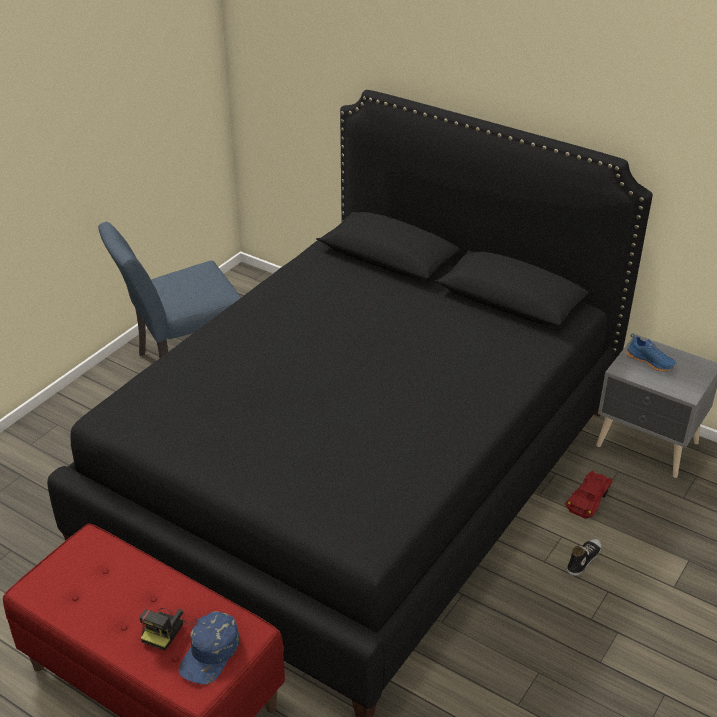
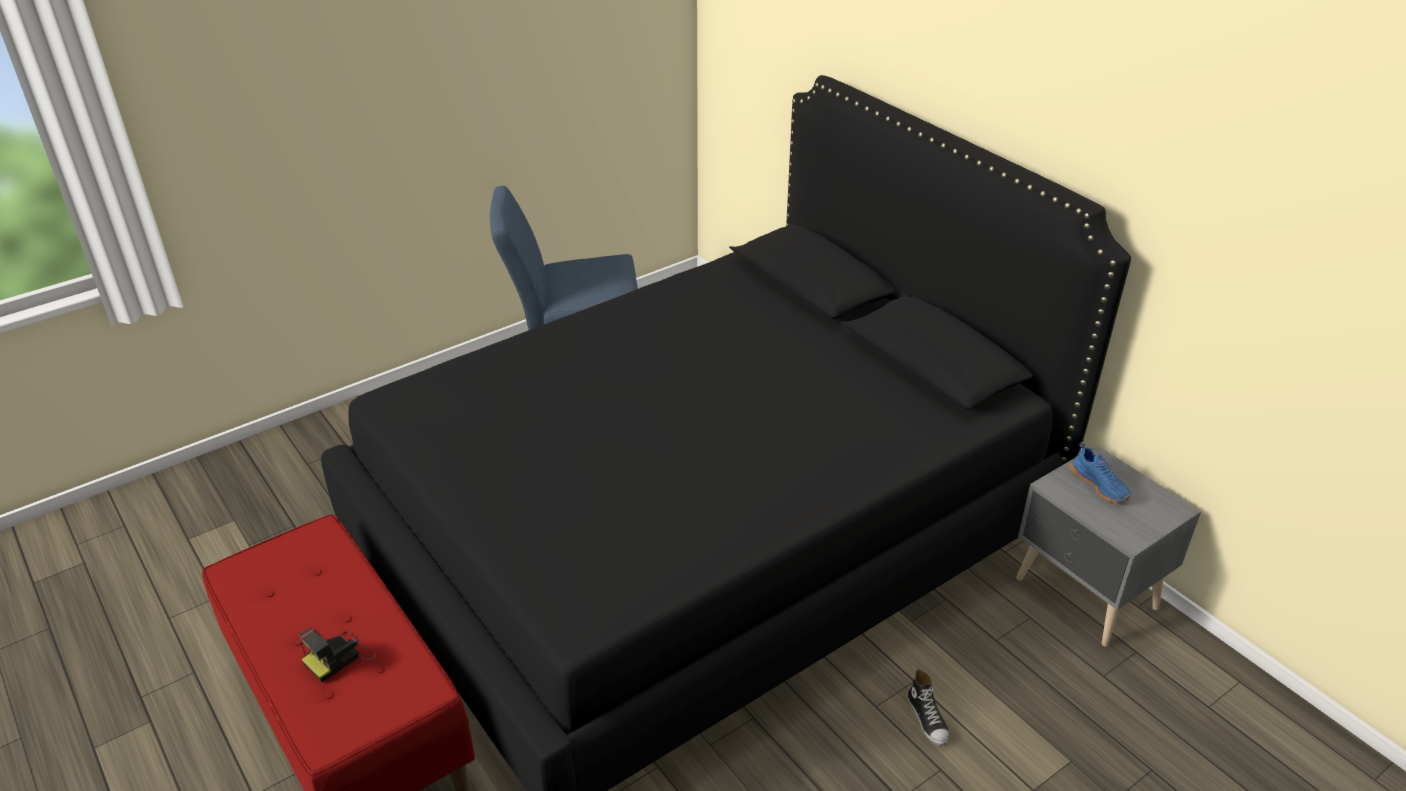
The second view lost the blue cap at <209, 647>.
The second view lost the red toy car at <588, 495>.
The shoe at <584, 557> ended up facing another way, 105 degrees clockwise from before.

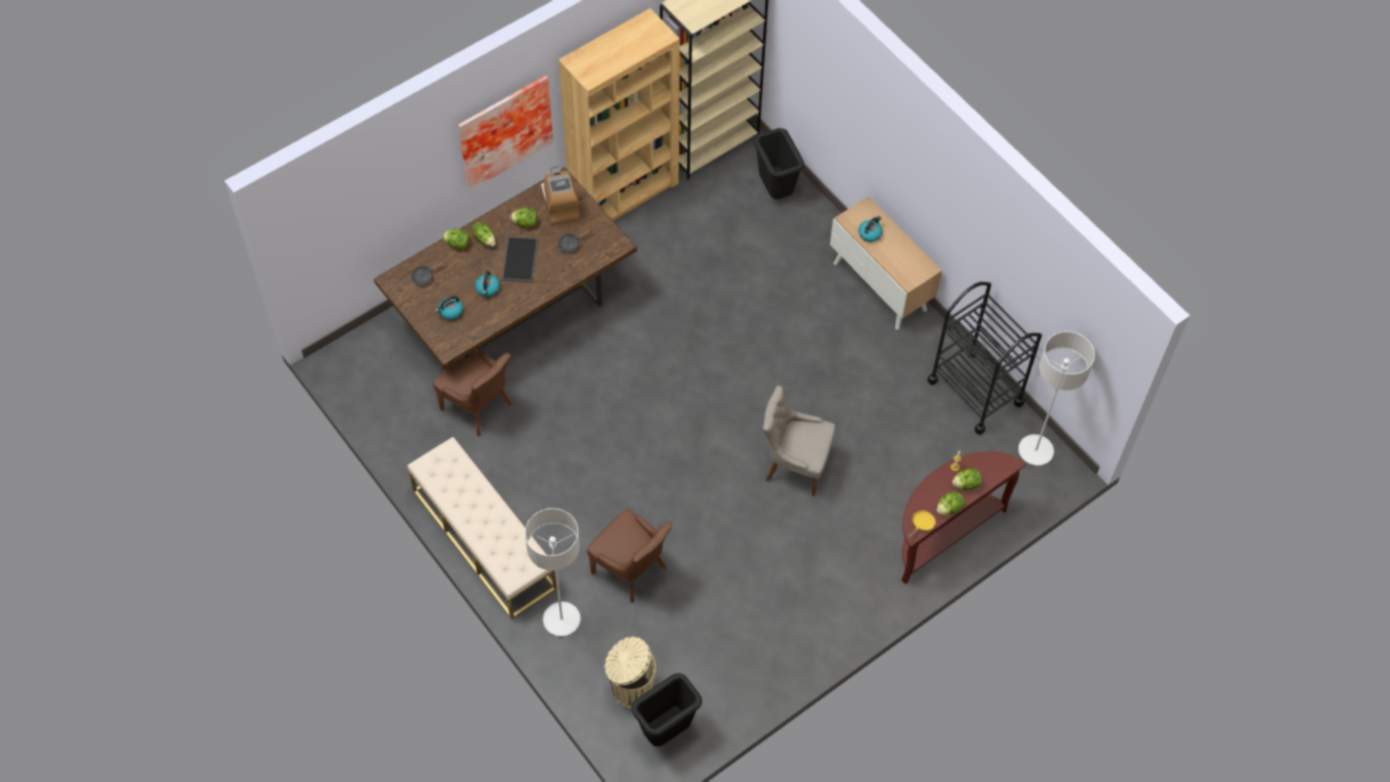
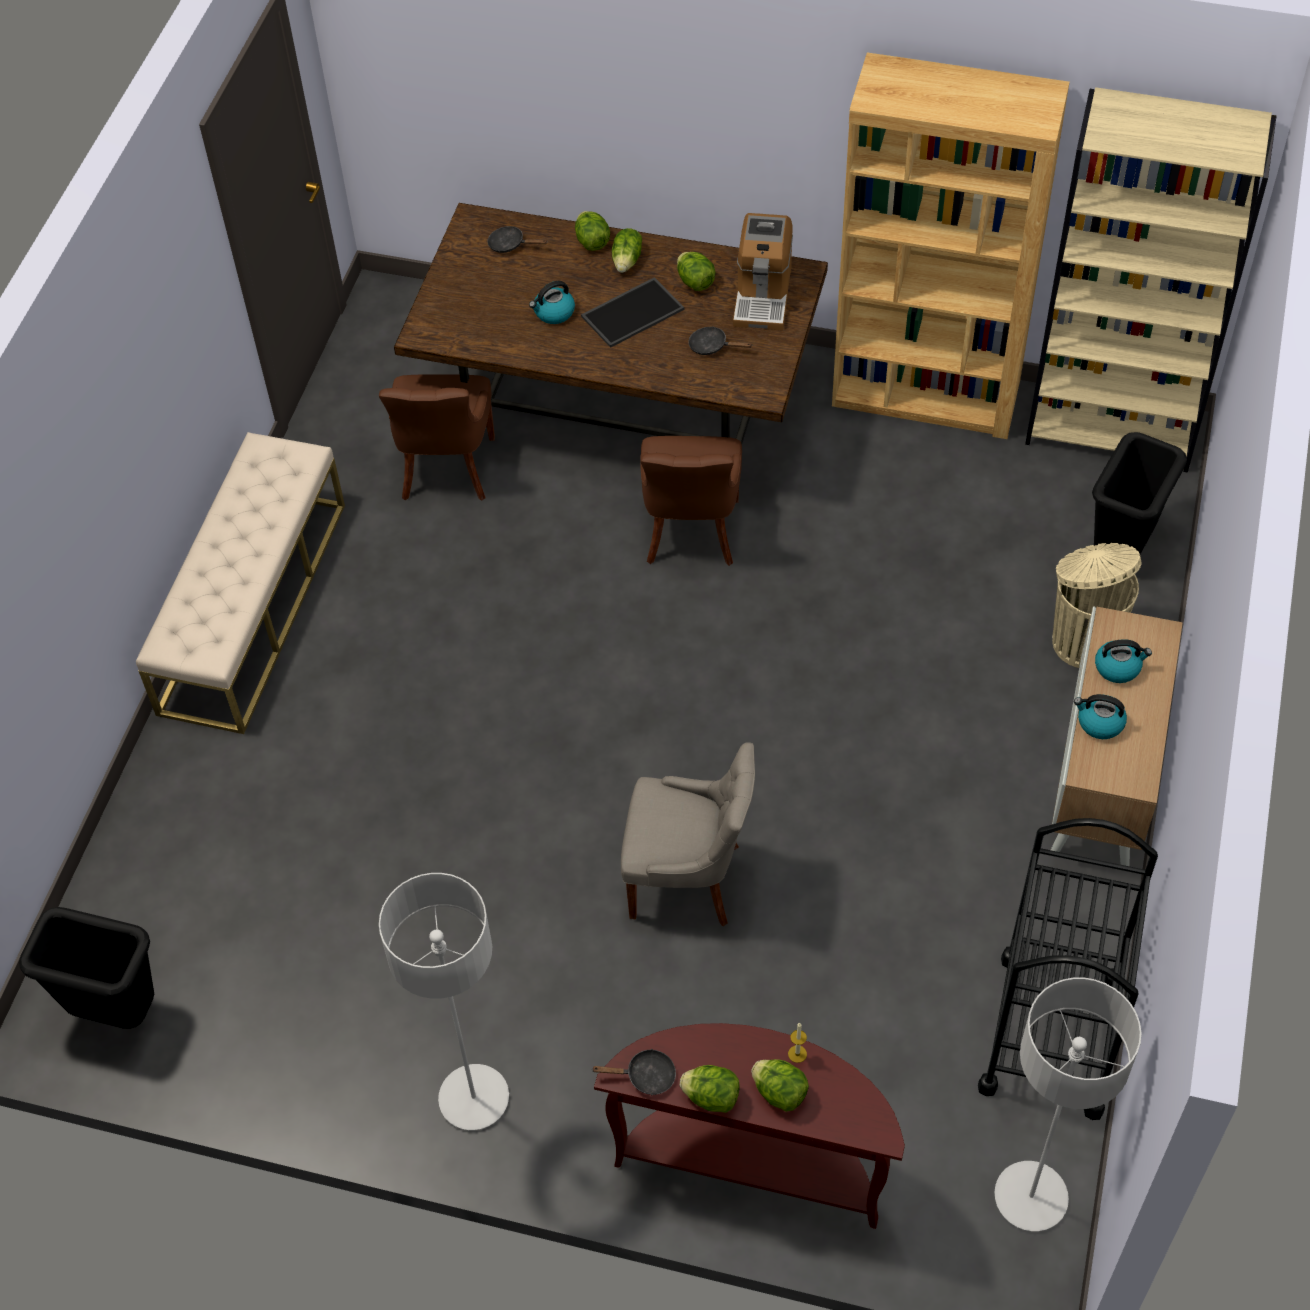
The second view lost the picture at <505, 133>.
The kettle ended up elsewhere, having gone from <449, 308> to <1100, 716>.
The grey floor lamp ended up elsewhere, having gone from <552, 572> to <444, 1001>.
The brown chair ended up elsewhere, having gone from <630, 556> to <691, 501>.
The beige trash can ended up elsewhere, having gone from <630, 672> to <1097, 605>.
What was the yellow frying pan at <921, 525> turned into the black frying pan at <633, 1072>.
The coffee machine at <560, 196> ended up facing another way, 150 degrees clockwise from before.
The grey chair at <799, 440> ended up facing another way, 120 degrees clockwise from before.

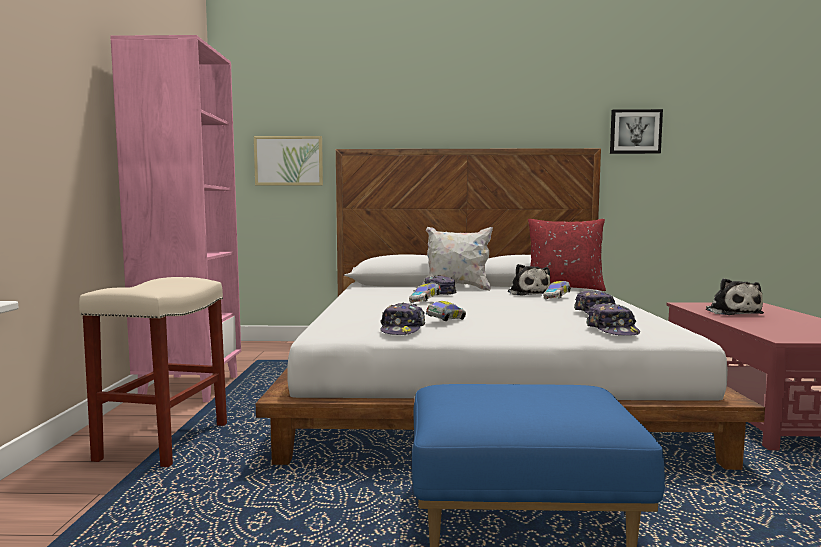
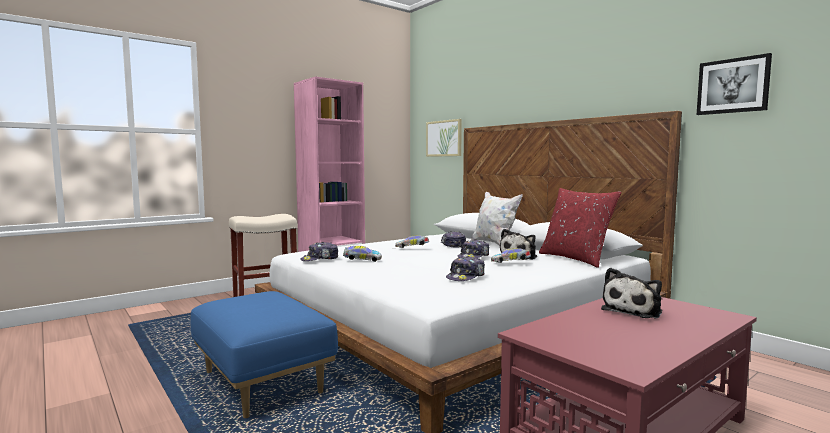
The cap ended up elsewhere, having gone from <613, 319> to <473, 249>.

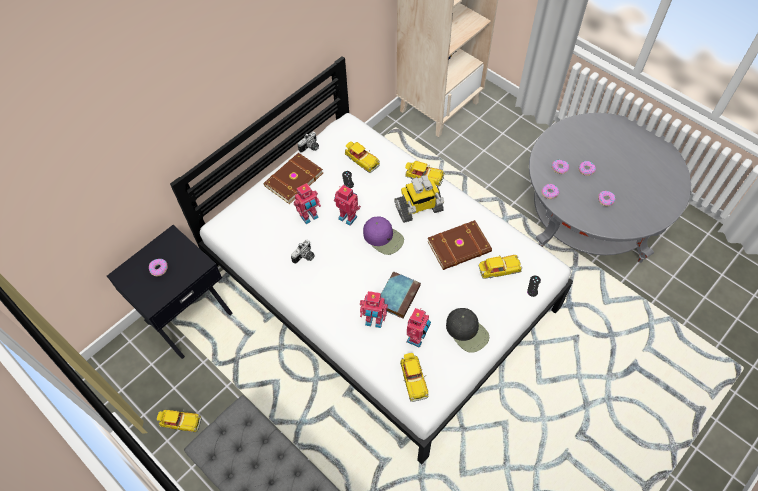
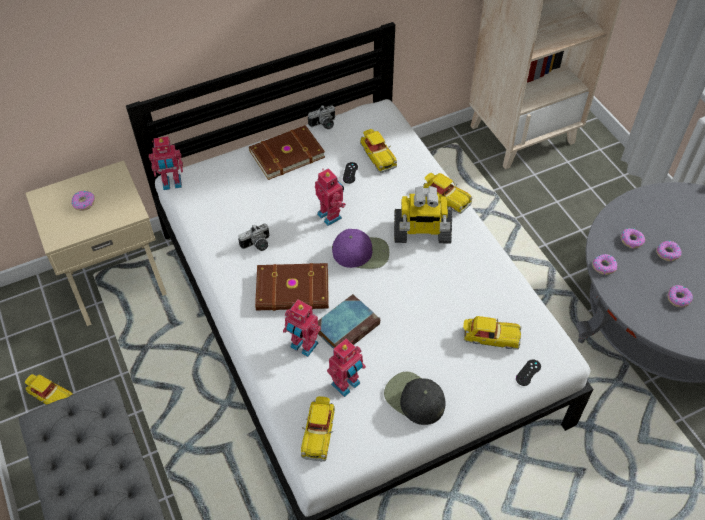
The toy robot ended up elsewhere, having gone from <307, 203> to <166, 163>.
The brown book ended up elsewhere, having gone from <459, 245> to <292, 287>.
What was the black nightstand at <170, 292> turned into the beige nightstand at <96, 243>.
The purple cap at <383, 236> ended up facing another way, 60 degrees counterclockwise from before.
The black cap at <467, 330> ended up facing another way, 150 degrees clockwise from before.

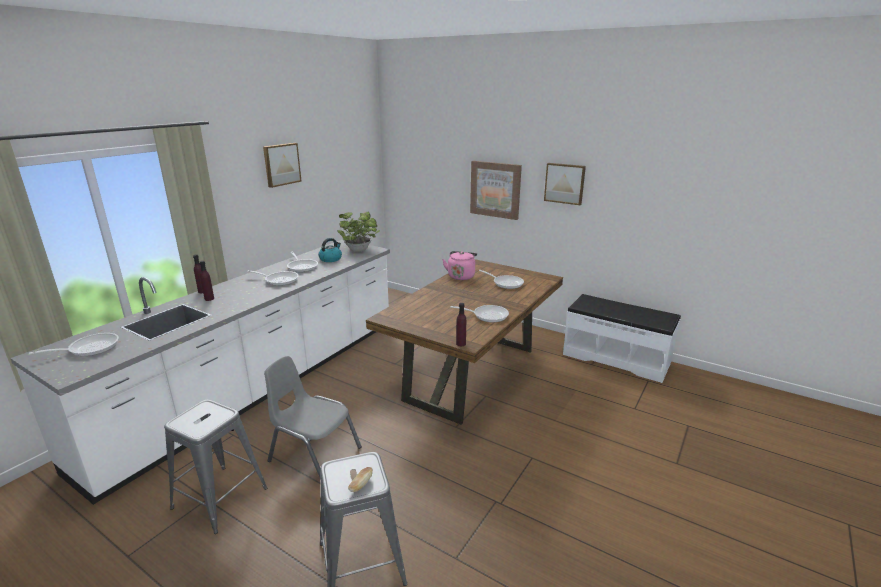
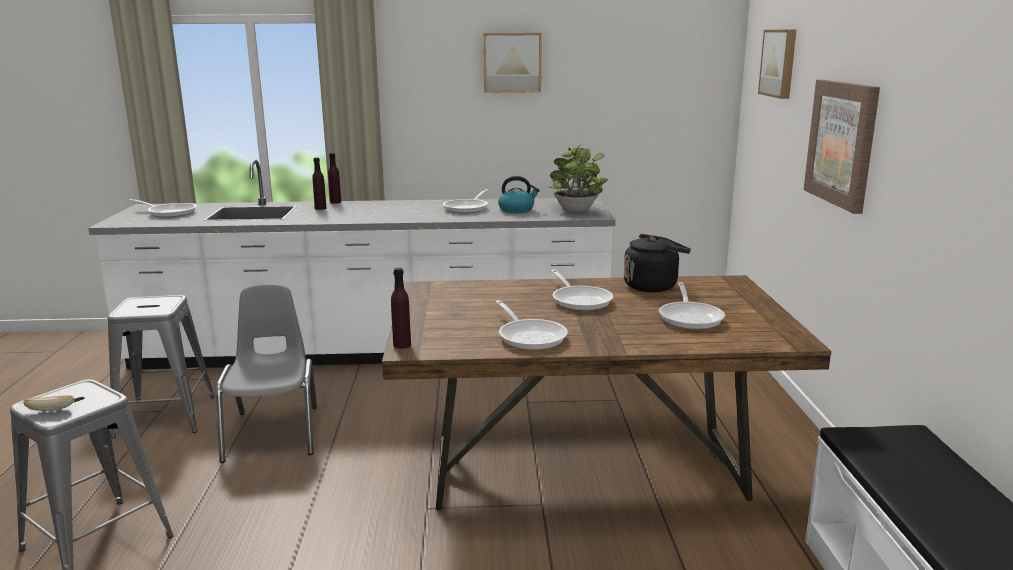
The frying pan ended up elsewhere, having gone from <273, 278> to <582, 290>.
The picture ended up elsewhere, having gone from <565, 184> to <777, 64>.
What was the pink kettle at <459, 265> turned into the black kettle at <657, 263>.

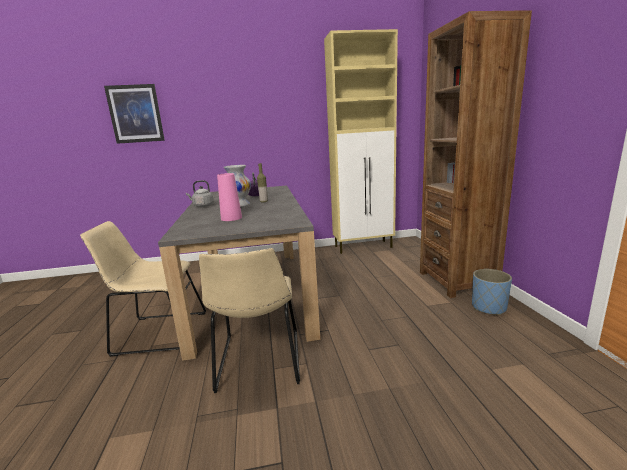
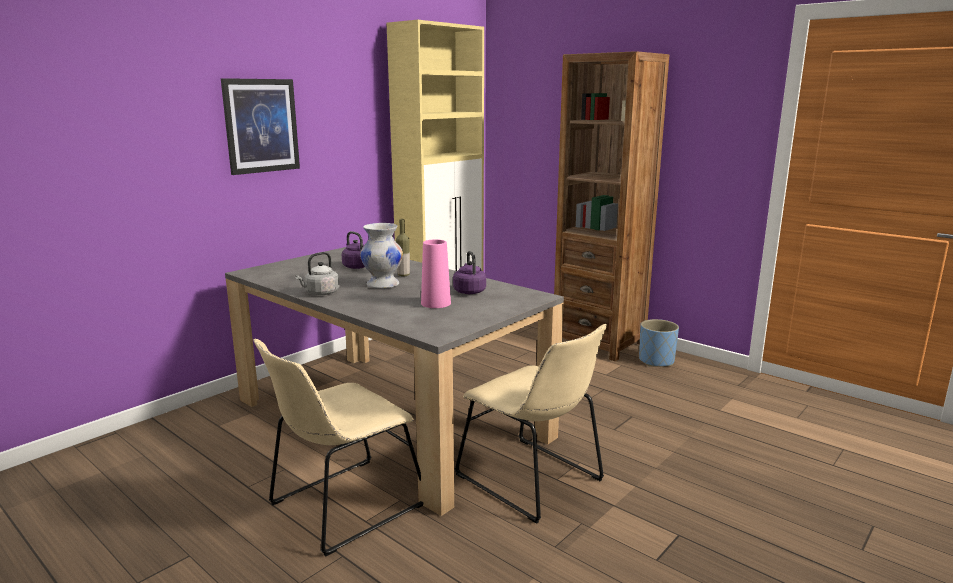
The second view gained the purple kettle at <469, 272>.
The picture ended up elsewhere, having gone from <134, 114> to <260, 126>.

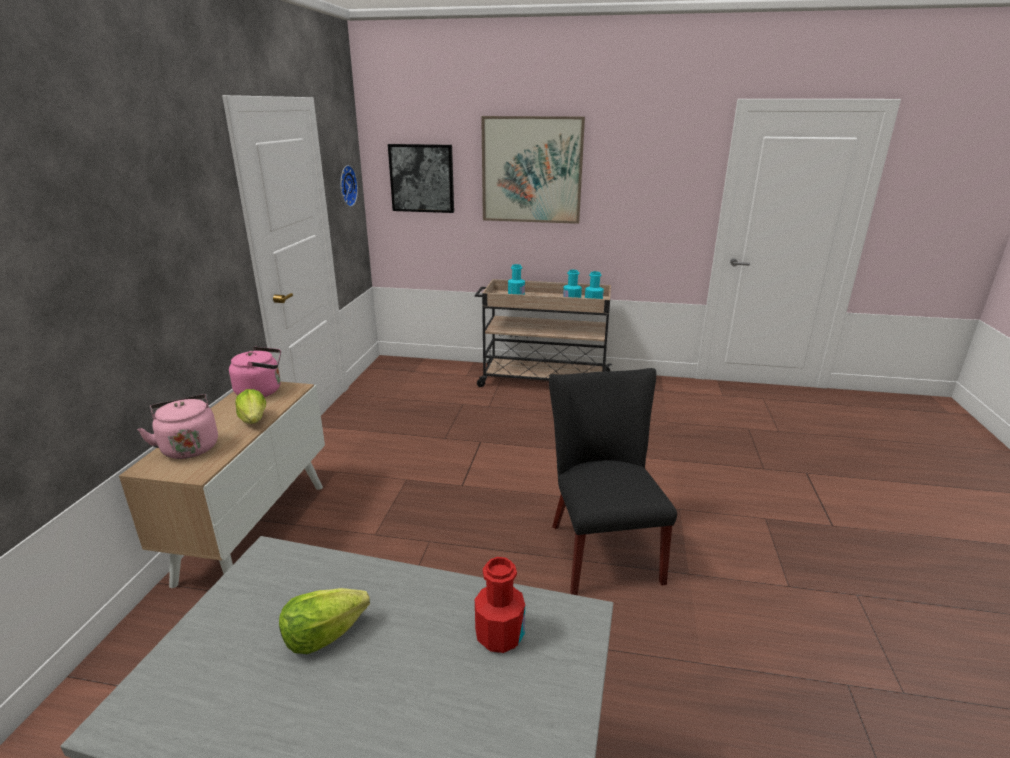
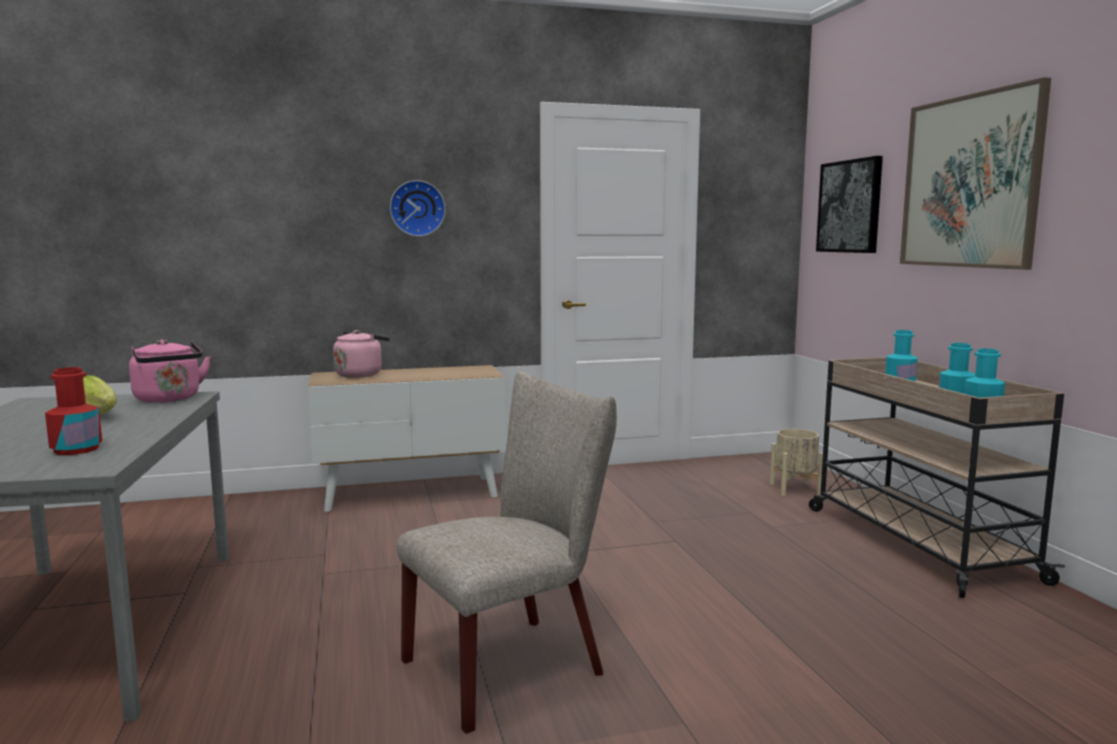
The second view lost the lettuce at <250, 406>.
The second view gained the beige planter at <796, 462>.
The pink kettle ended up elsewhere, having gone from <255, 372> to <170, 371>.
The wall clock ended up elsewhere, having gone from <349, 186> to <418, 208>.
What was the black chair at <613, 481> turned into the beige chair at <507, 552>.

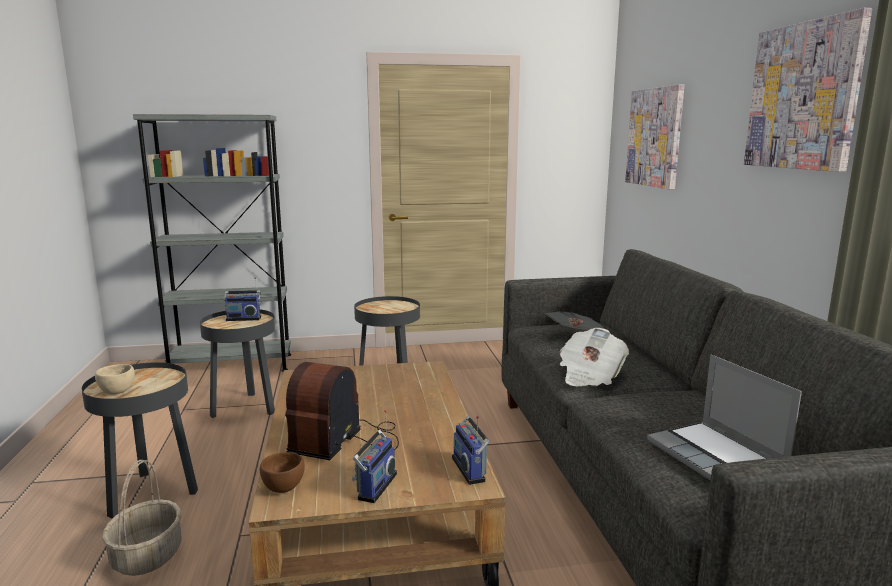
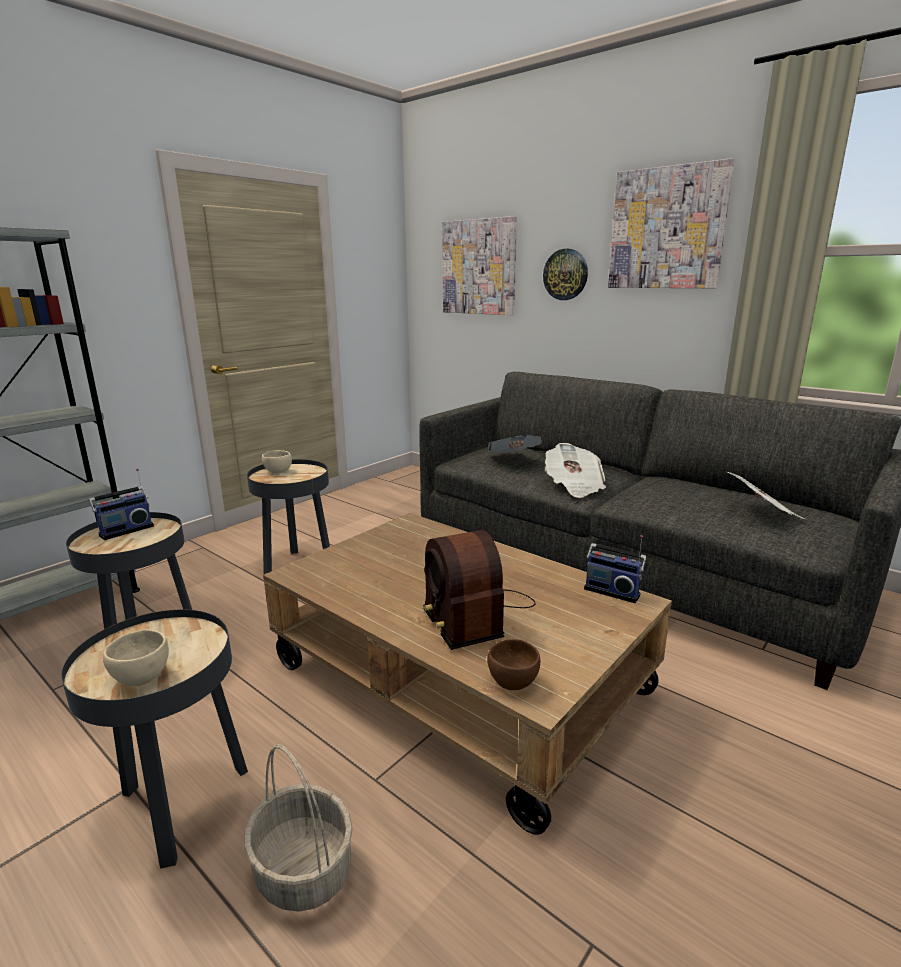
The second view lost the radio at <374, 456>.
The second view gained the beige bowl at <277, 461>.
The second view gained the wall clock at <565, 274>.
Where the laptop stood at <724, 417>, the newspaper came to stand at <766, 495>.

